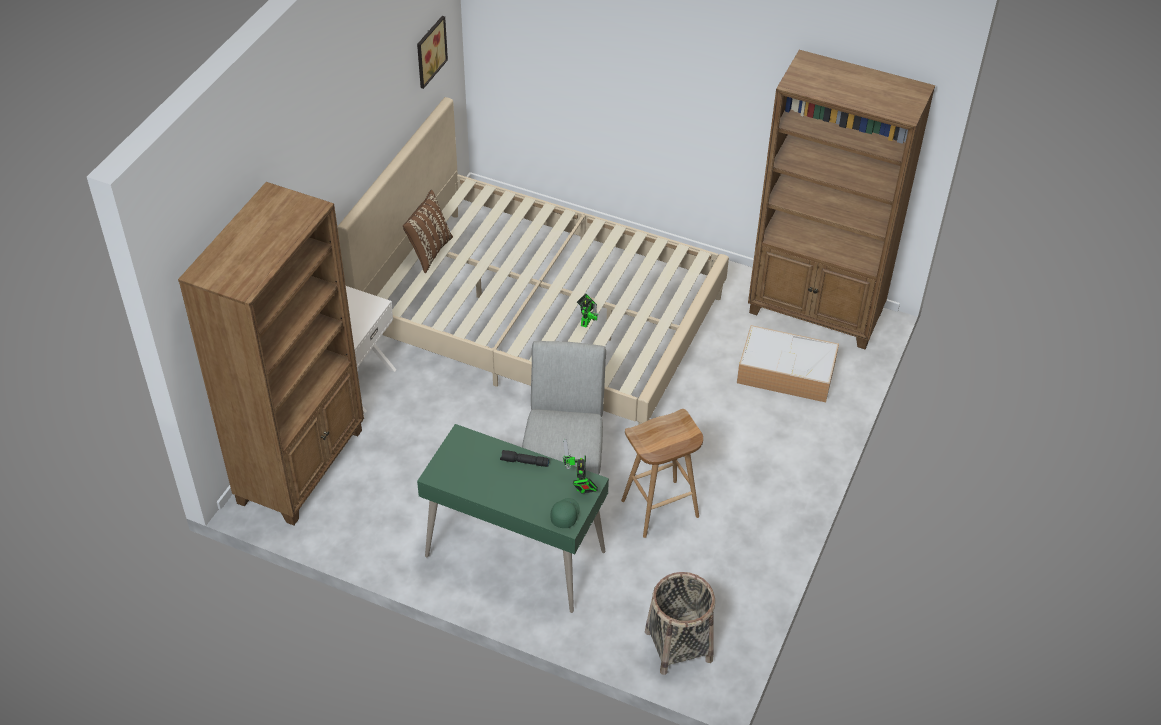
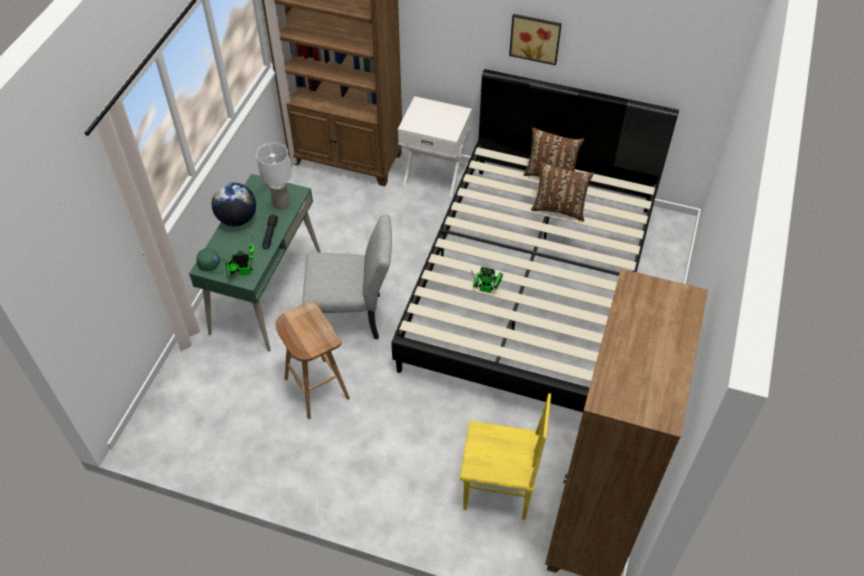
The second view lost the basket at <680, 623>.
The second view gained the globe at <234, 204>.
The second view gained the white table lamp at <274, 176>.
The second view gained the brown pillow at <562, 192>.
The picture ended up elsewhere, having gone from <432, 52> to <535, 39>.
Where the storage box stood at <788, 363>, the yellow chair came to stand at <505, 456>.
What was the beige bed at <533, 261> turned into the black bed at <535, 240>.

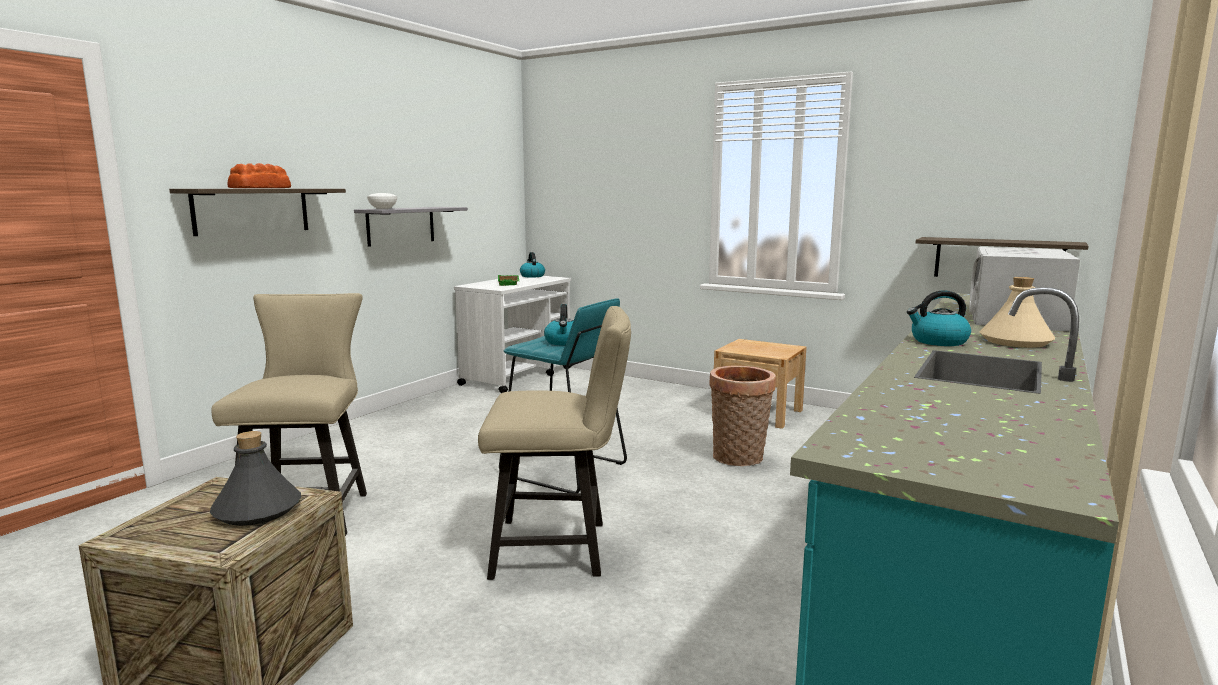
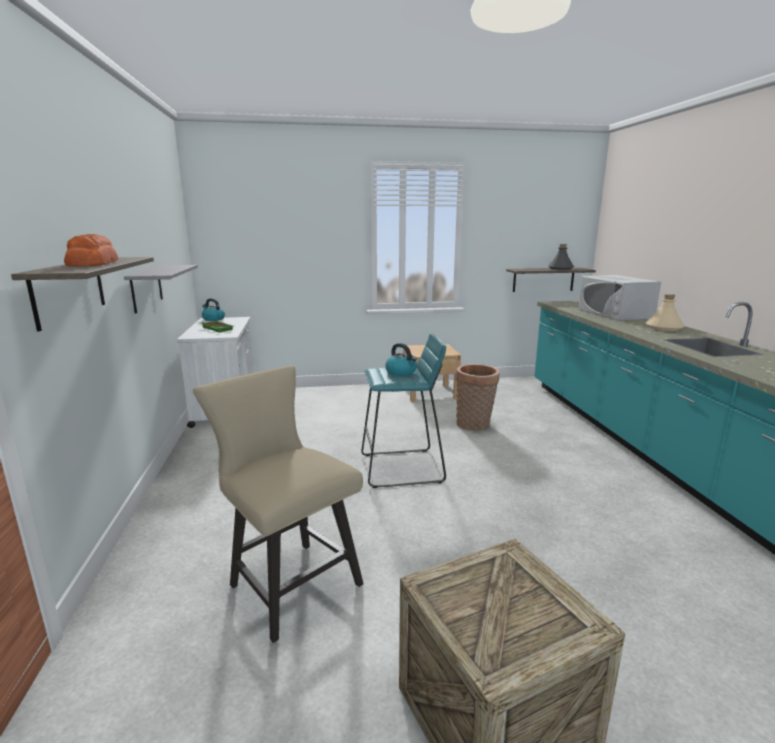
The second view lost the white bowl at <382, 201>.
The second view lost the beige chair at <554, 443>.
The second view lost the kettle at <939, 318>.
The grey bottle ended up elsewhere, having gone from <255, 478> to <561, 257>.

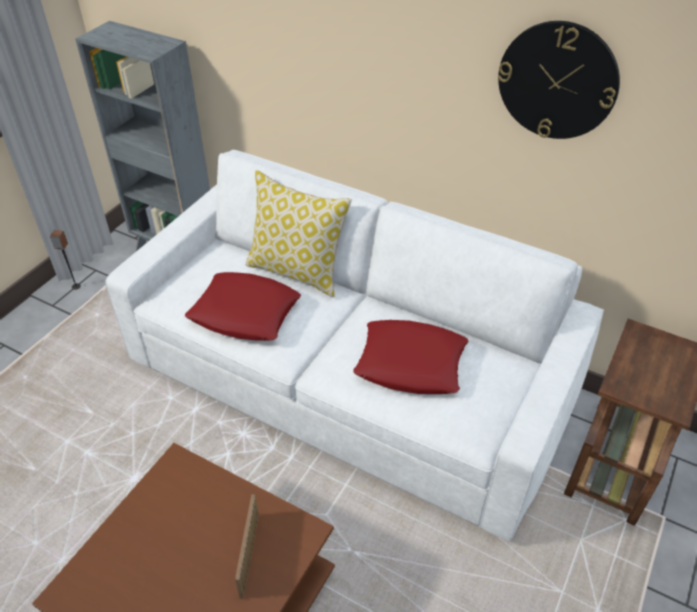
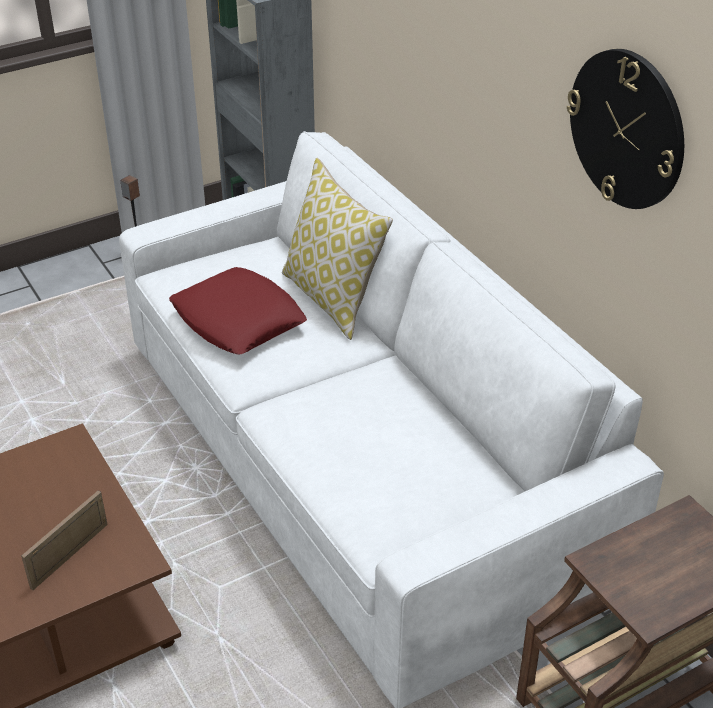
The second view lost the red pillow at <411, 357>.

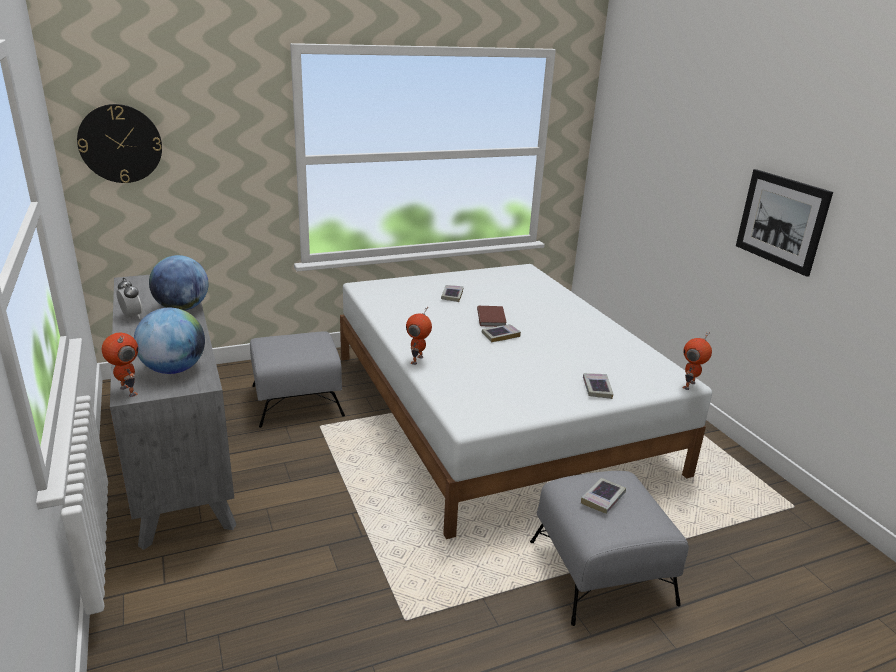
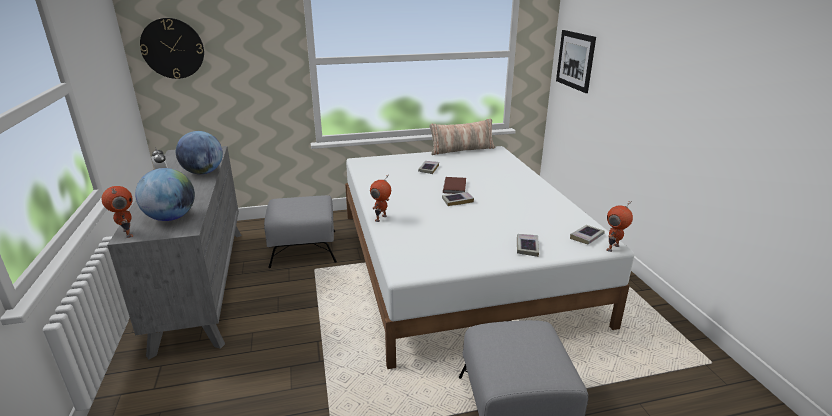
The second view gained the pillow at <462, 136>.
The book ended up elsewhere, having gone from <603, 496> to <587, 235>.
The picture ended up elsewhere, having gone from <784, 223> to <576, 61>.

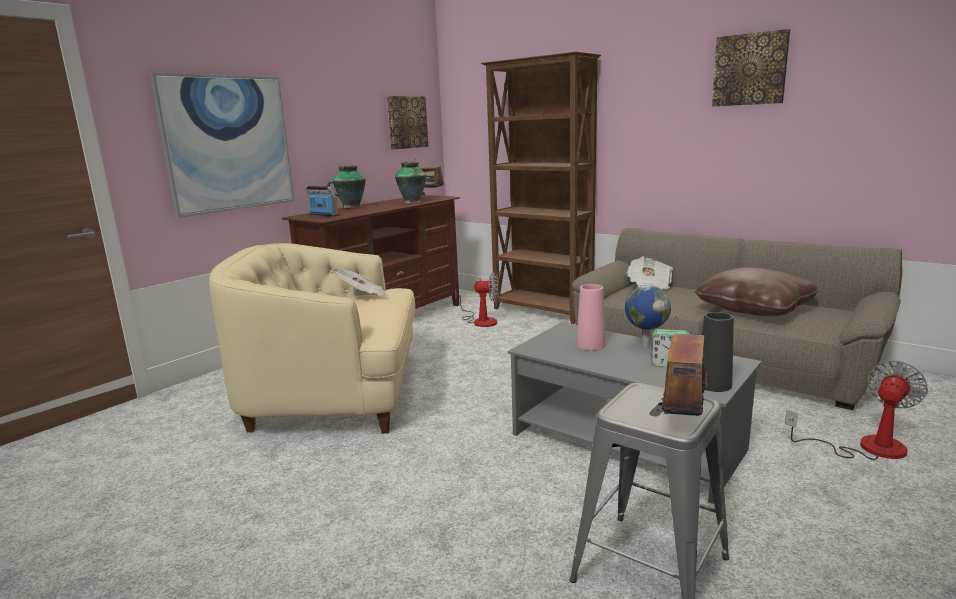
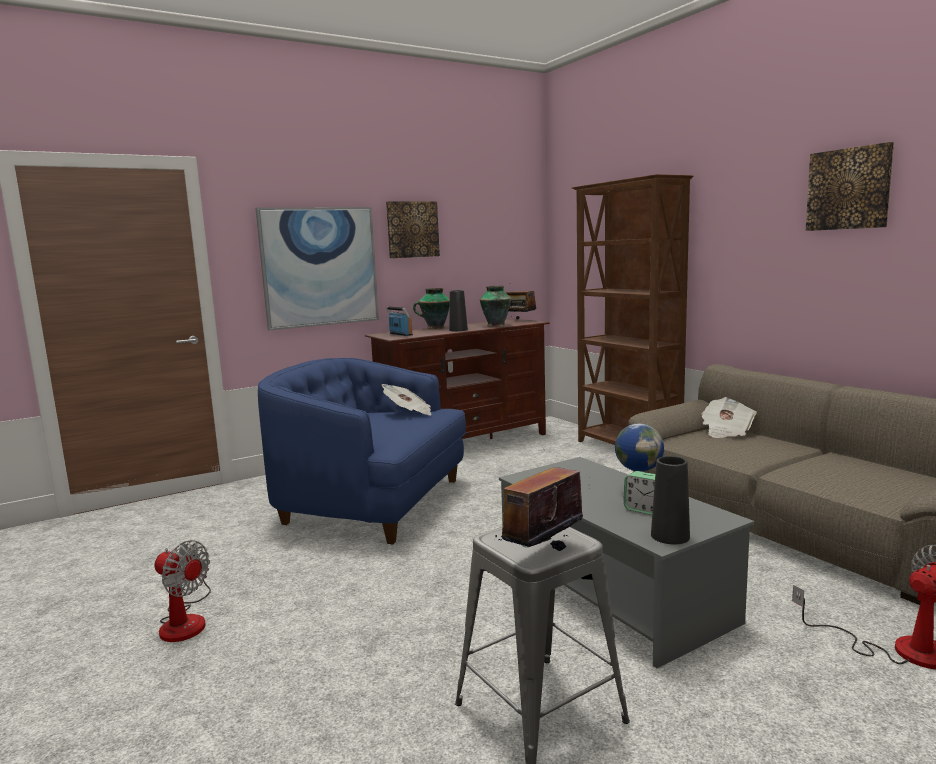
The second view lost the pink vase at <590, 317>.
The second view lost the brown pillow at <757, 291>.
The second view gained the black vase at <458, 310>.
The picture ended up elsewhere, having gone from <408, 122> to <413, 229>.
The fan ended up elsewhere, having gone from <477, 299> to <183, 591>.
What was the beige armchair at <312, 338> turned into the blue armchair at <362, 451>.

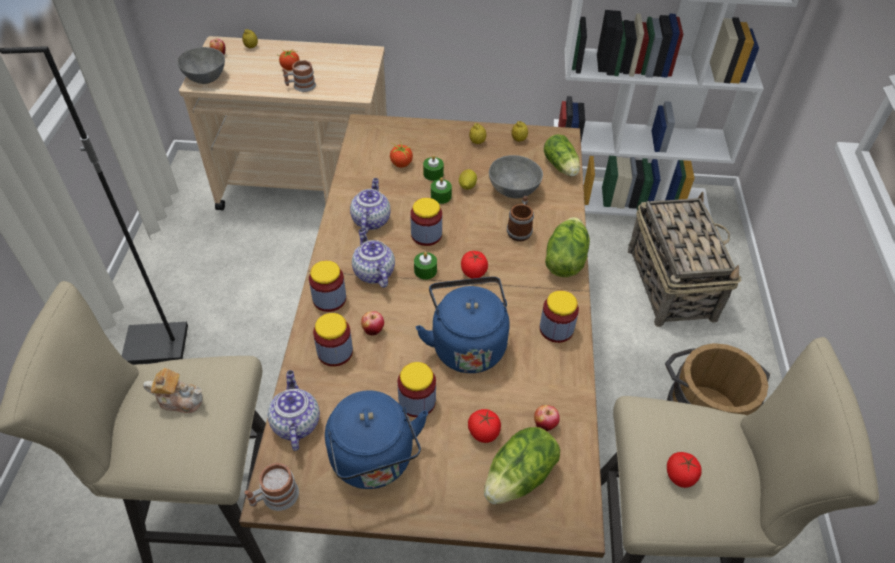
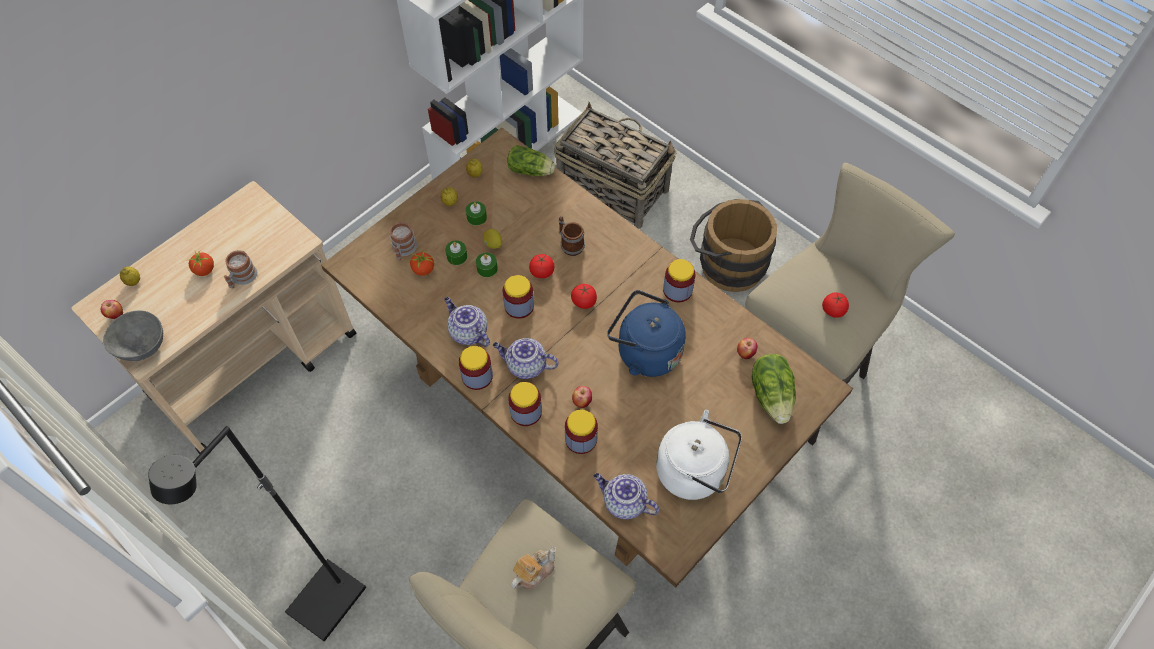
The second view lost the grey bowl at <516, 176>.
The second view lost the lettuce at <567, 247>.
The mug ended up elsewhere, having gone from <271, 487> to <403, 241>.
The jar ended up elsewhere, having gone from <416, 389> to <476, 368>.
The green candle ended up elsewhere, having gone from <425, 266> to <476, 213>.
The tomato ended up elsewhere, having gone from <484, 426> to <541, 266>.
What was the blue kettle at <376, 439> turned into the white kettle at <699, 455>.

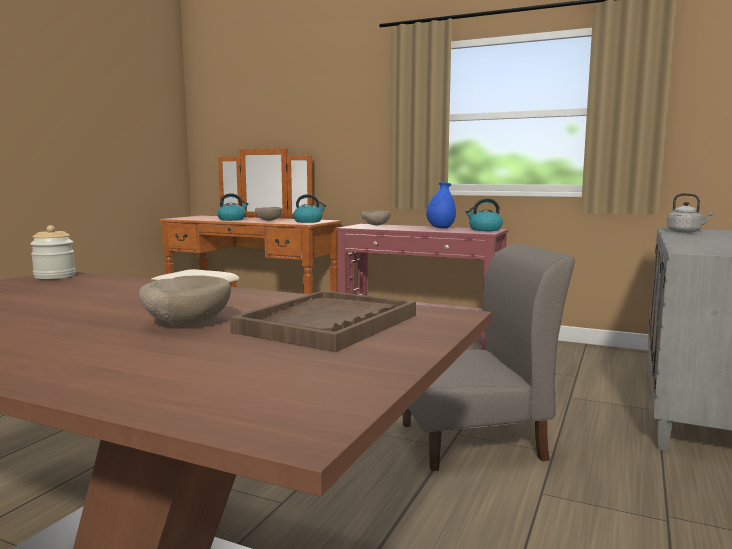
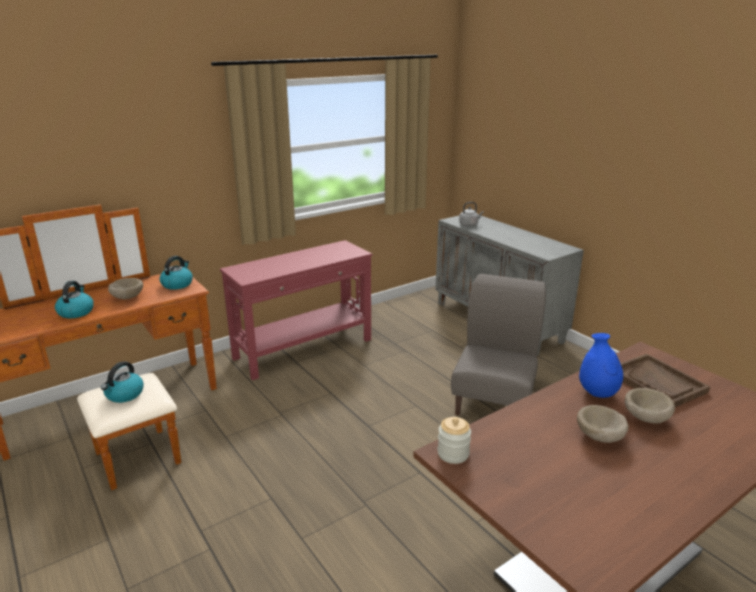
The beige bowl ended up elsewhere, having gone from <376, 218> to <602, 424>.
The blue vase ended up elsewhere, having gone from <441, 205> to <601, 365>.
The kettle ended up elsewhere, having gone from <484, 214> to <122, 382>.

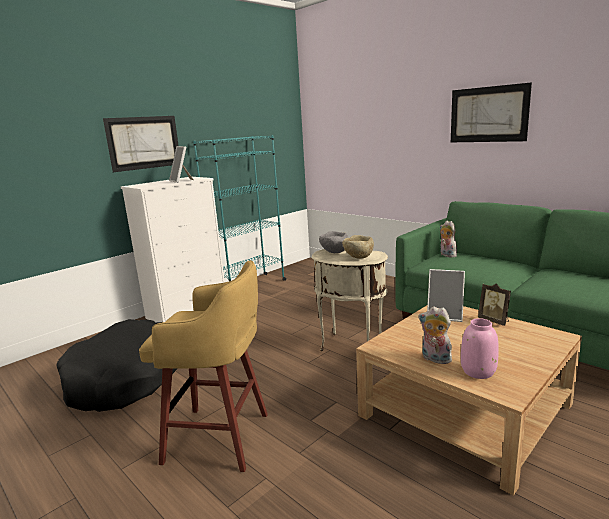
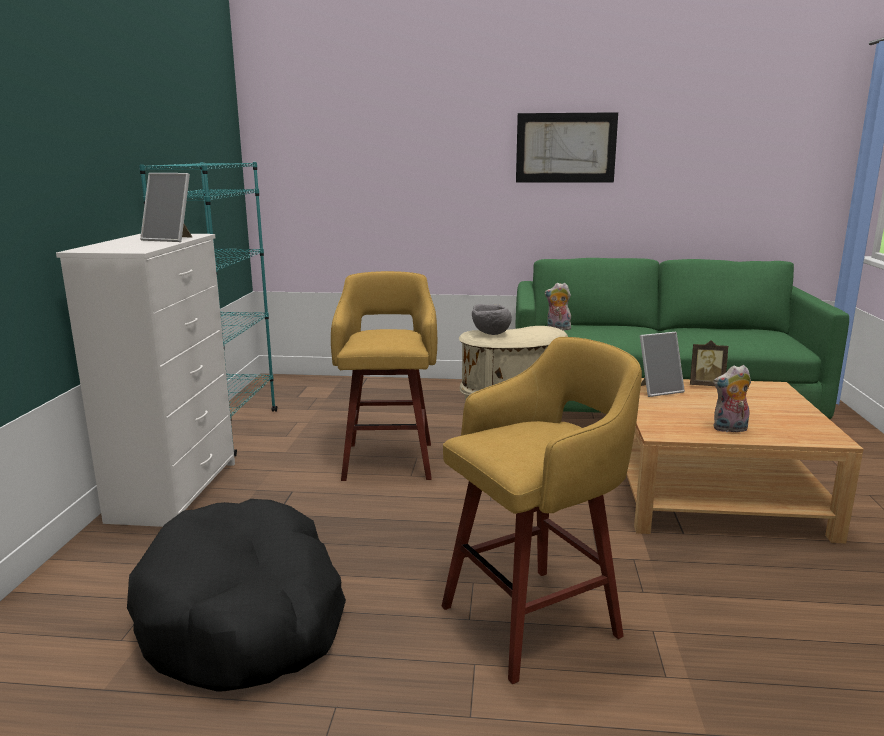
The second view lost the picture at <141, 144>.
The second view lost the beige bowl at <358, 247>.
The second view lost the pink vase at <480, 348>.
The second view gained the yellow stool at <384, 376>.

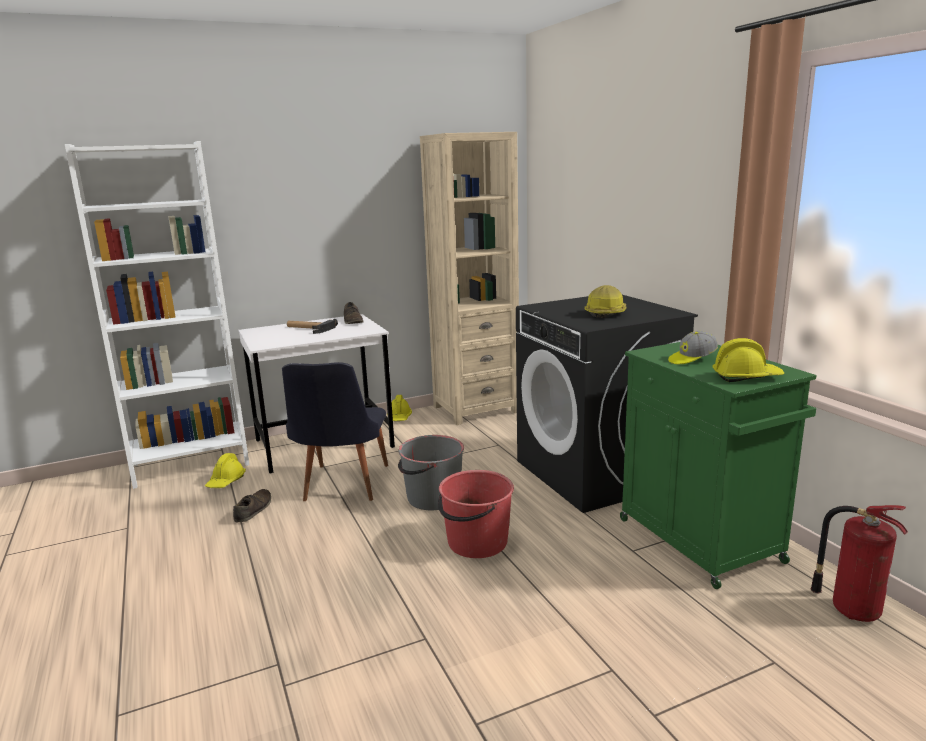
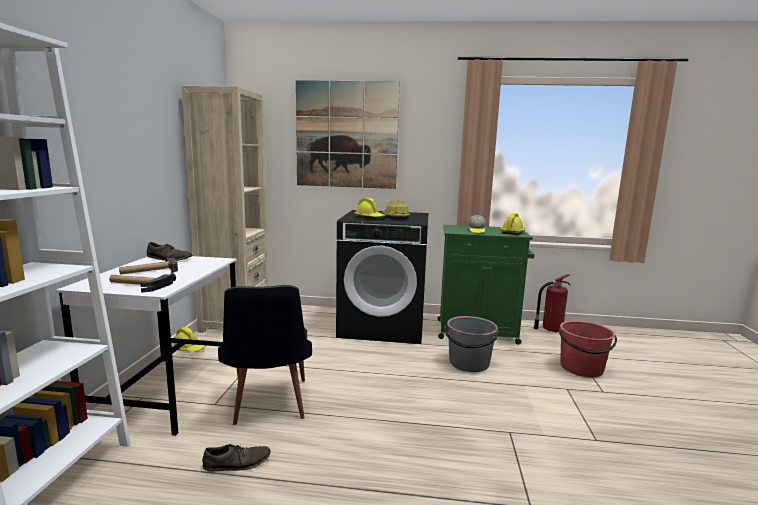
The second view gained the hammer at <142, 282>.
The second view gained the picture at <348, 134>.
The yellow hard hat ended up elsewhere, having gone from <225, 470> to <370, 207>.
The grey bucket ended up elsewhere, having gone from <431, 472> to <471, 344>.
The red bucket ended up elsewhere, having gone from <476, 514> to <588, 348>.
The brown shoe at <252, 505> ended up facing another way, 120 degrees clockwise from before.
The black chair at <335, 431> ended up facing another way, 45 degrees clockwise from before.

